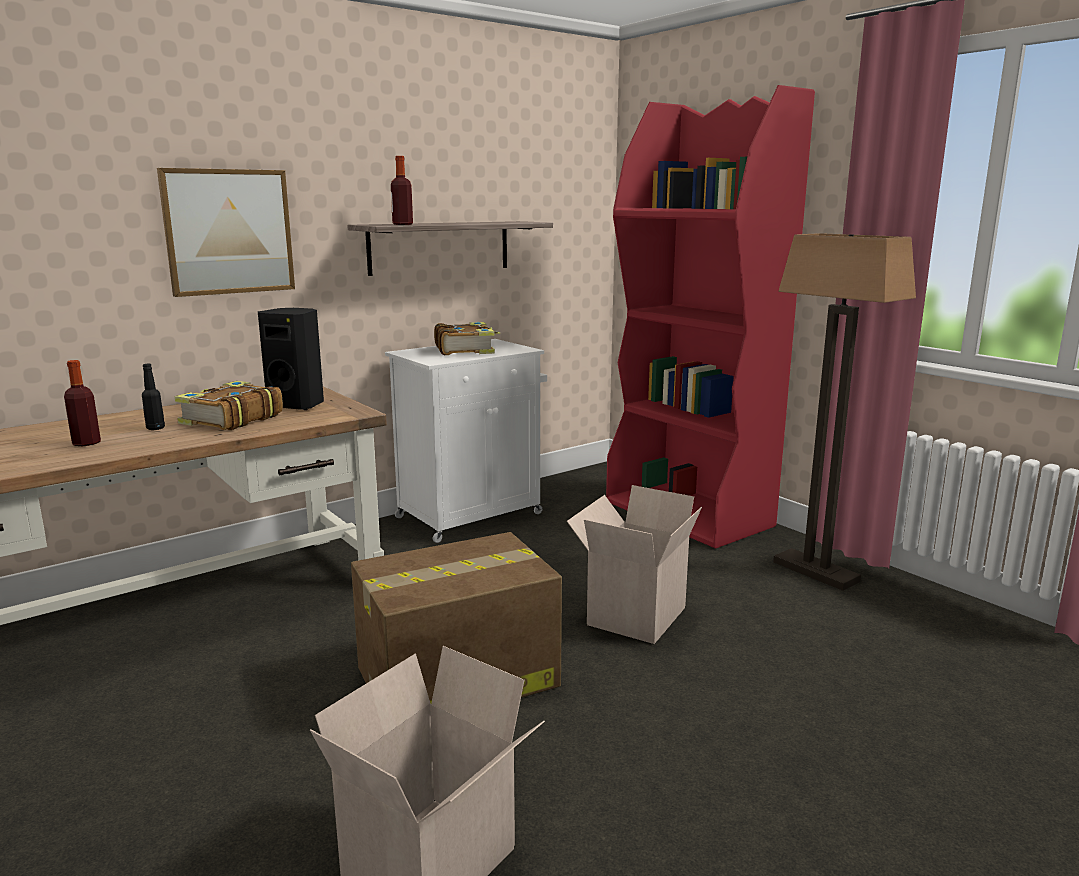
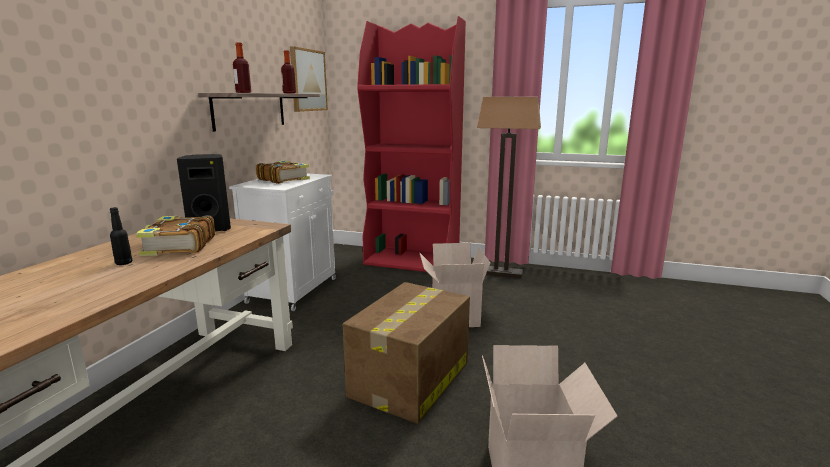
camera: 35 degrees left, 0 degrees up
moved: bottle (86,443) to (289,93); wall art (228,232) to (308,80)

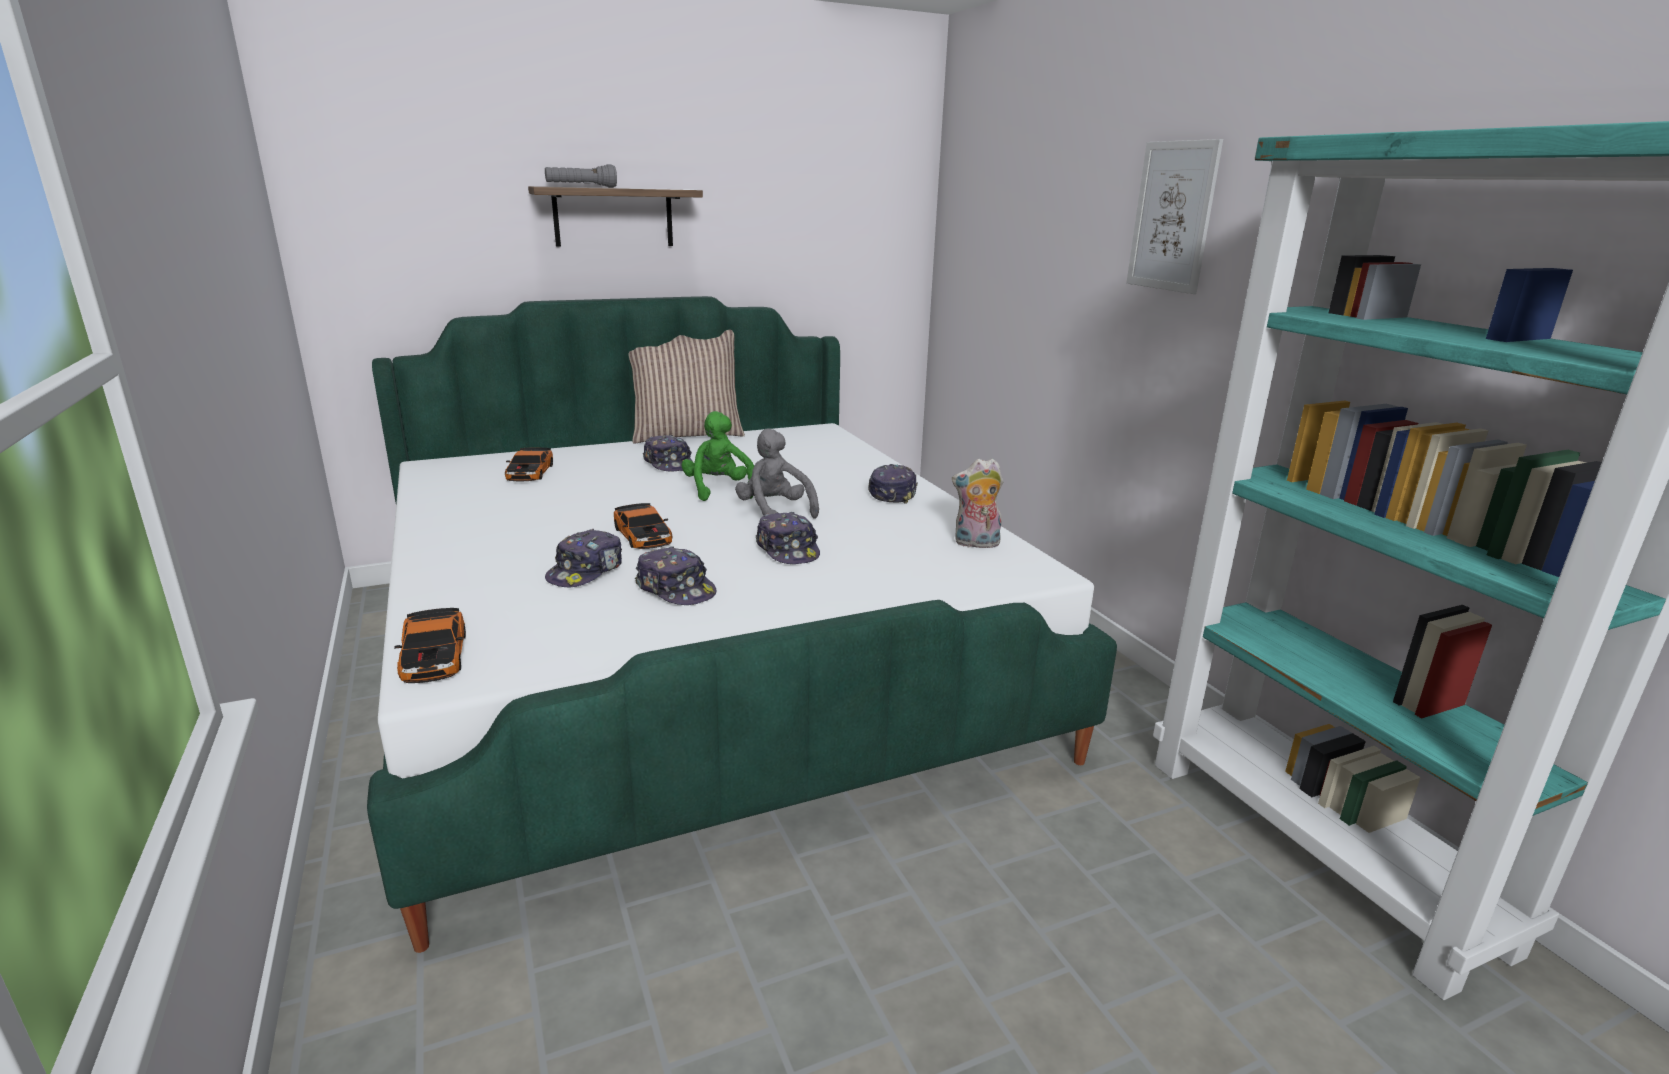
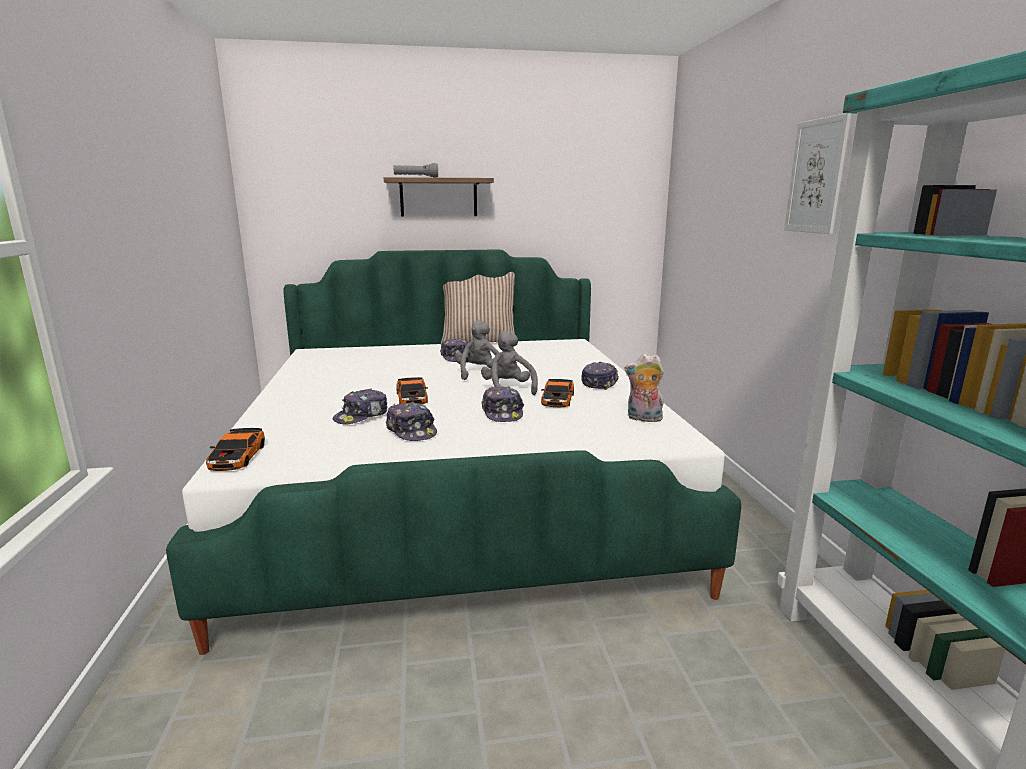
camera: 15 degrees right, 5 degrees down
moved: toy car (530,472) to (558,399)
recoloured: cuddly toy (green-coloured) (719,490) to cuddly toy (grey) (479,374)

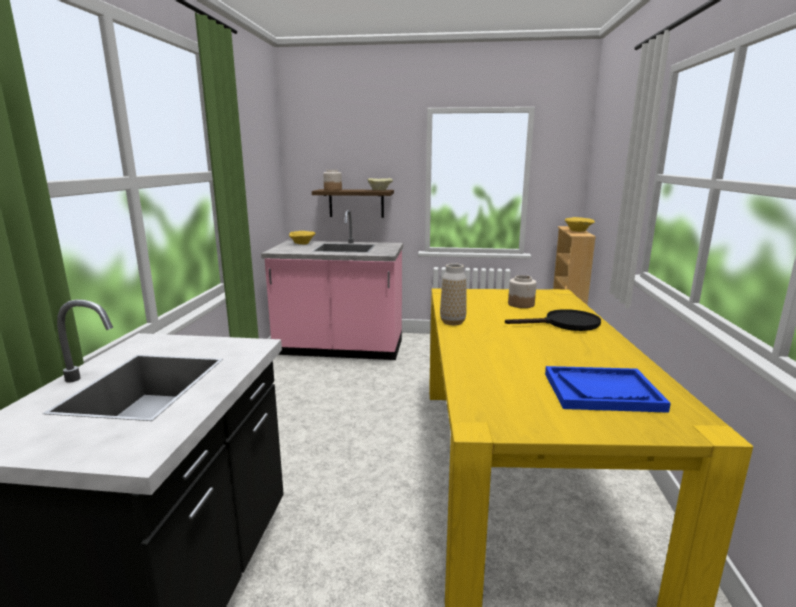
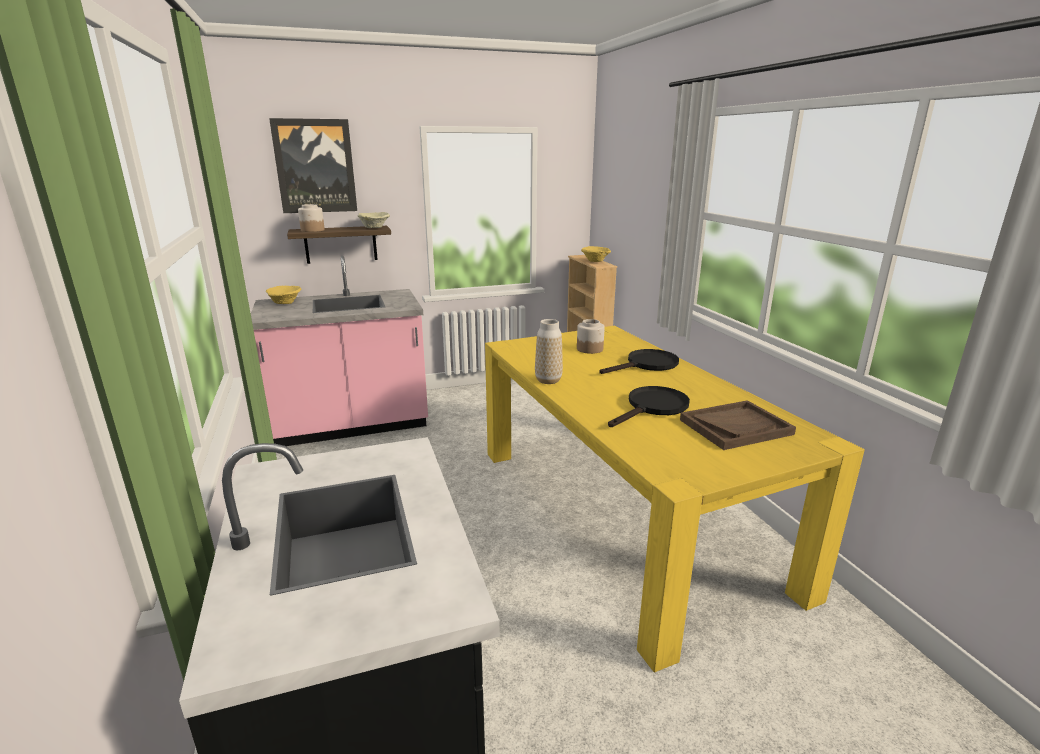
camera: 25 degrees left, 5 degrees up
added: wall art (315,166); skillet (black-coloured) (653,408)
recoloured: tray (blue) (602,391) to tray (brown) (735,427)

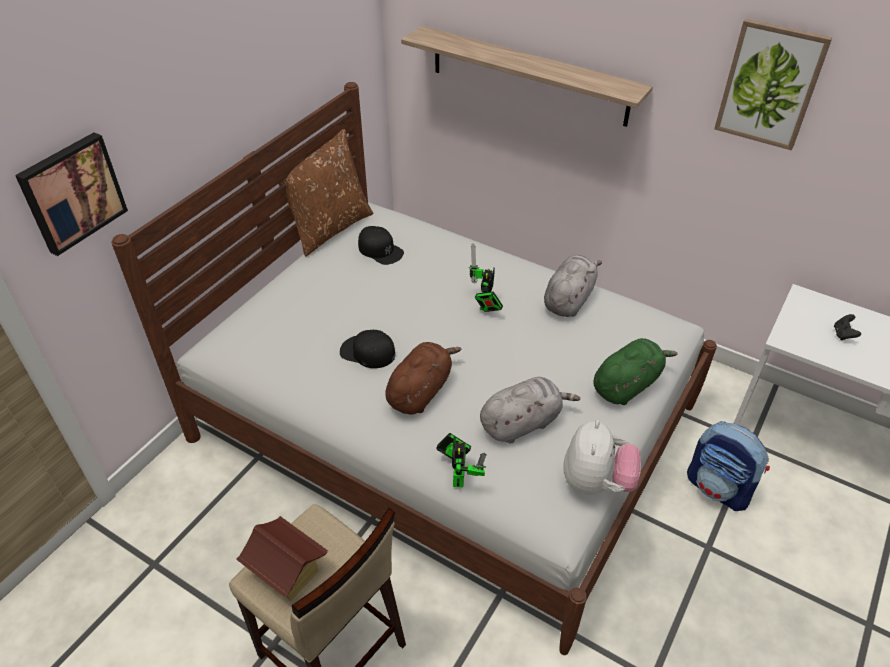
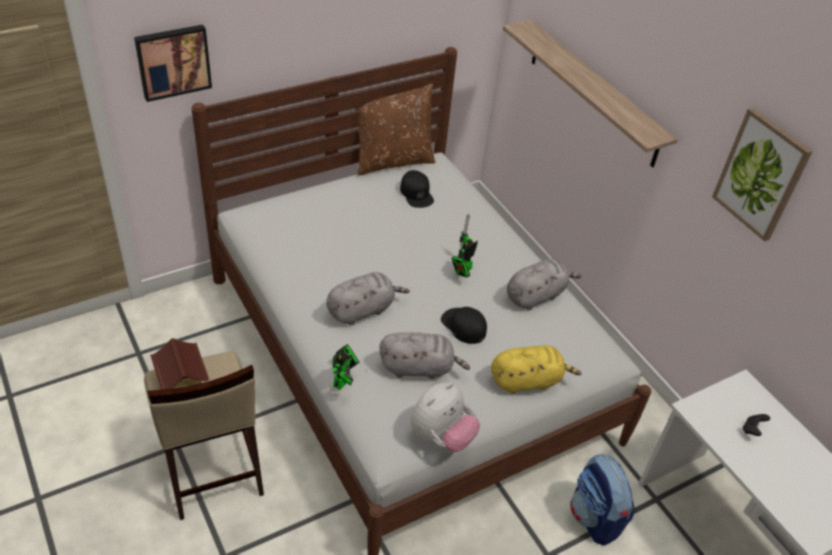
camera: 25 degrees right, 0 degrees up
moved: cap (black-coloured) (367,352) to (463,326)
recoloured: cuddly toy (brown) (420,391) to cuddly toy (grey) (362,310); cuddly toy (green-coloured) (627,384) to cuddly toy (yellow) (527,381)

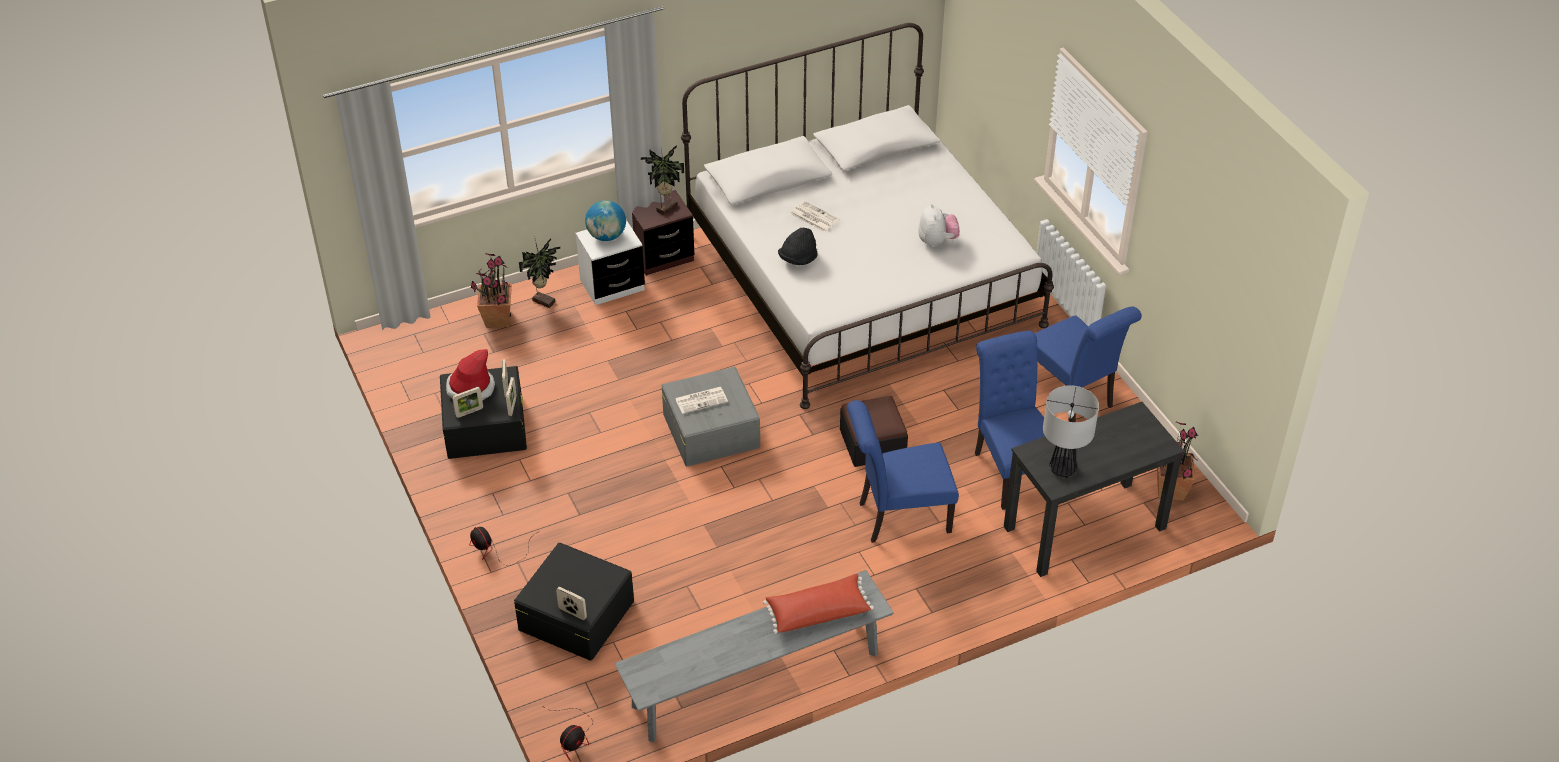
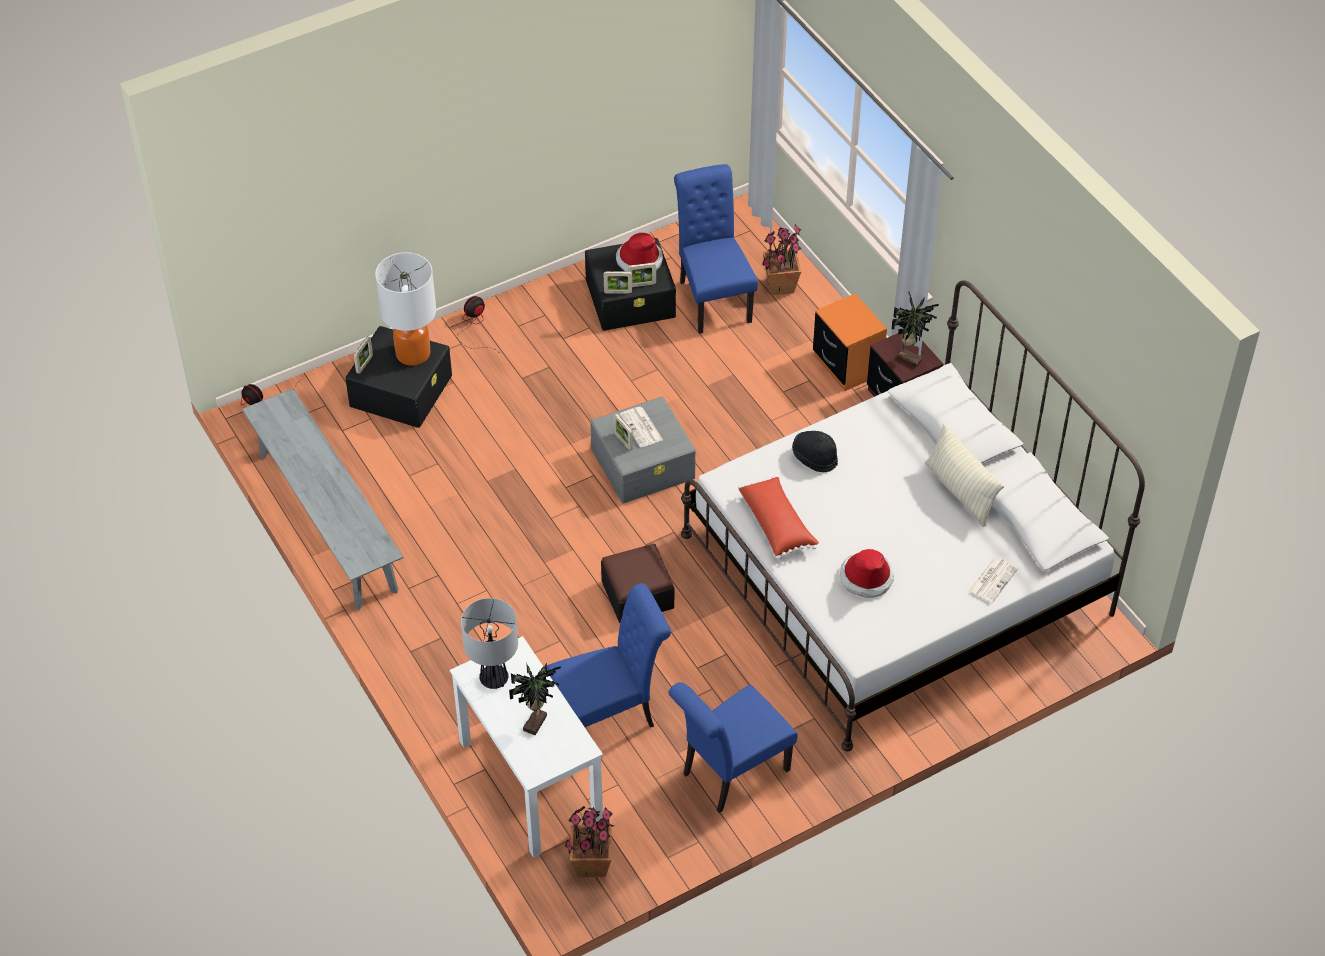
camera: 85 degrees right, 5 degrees up
removed: desk globe (607,236)
added: lamp for a table (413,353); throw pillow (beige-coloured) (960,492)
moved: standing frame (469,412) to (623,441); houseplant (544,300) to (537,723); throw pillow (red) (817,611) to (777,524); newspaper (813,217) to (992,580); plain chair (blue) (898,517) to (712,298)
replaced: cuddly toy (937,241) to clothing hat (866,577)
recoloured: nightstand (white) (612,285) to nightstand (orange-coloured) (847,365); desk table (black-coloured) (1084,528) to desk table (white) (530,781)

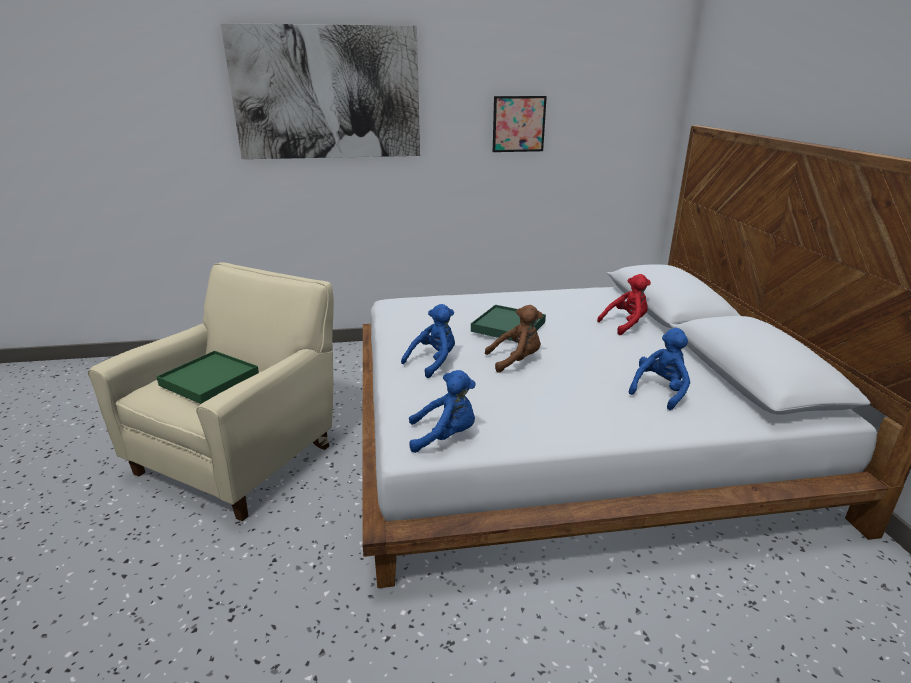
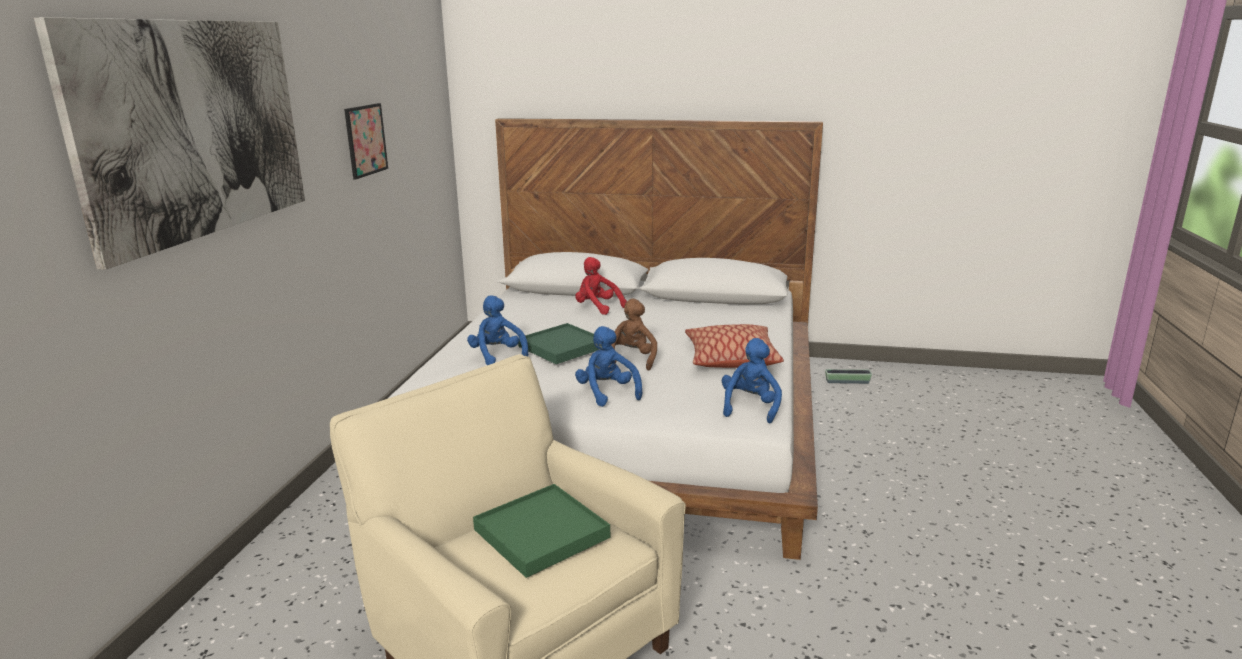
camera: 70 degrees left, 5 degrees down
added: throw pillow (731,358); flower pot (847,382)
moved: cuddly toy (blue) (660,391) to (497,356)
turned: cuddly toy (red) (625,324) = (597,308) 45 degrees counterclockwise

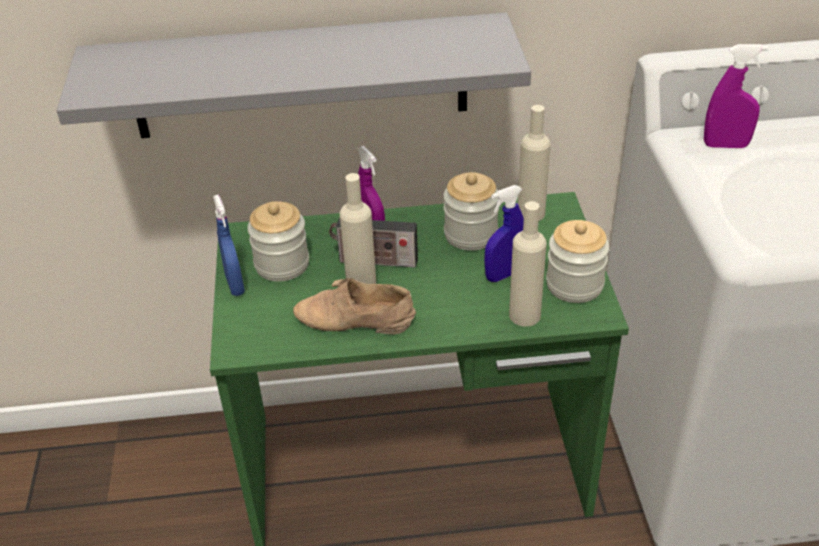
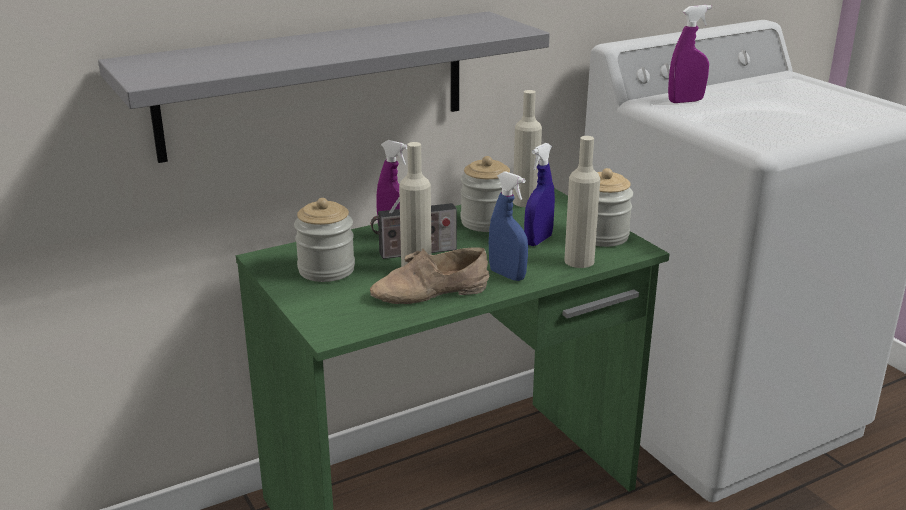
camera: 25 degrees left, 15 degrees down
moved: spray bottle (blue) (235,285) to (507,275)

